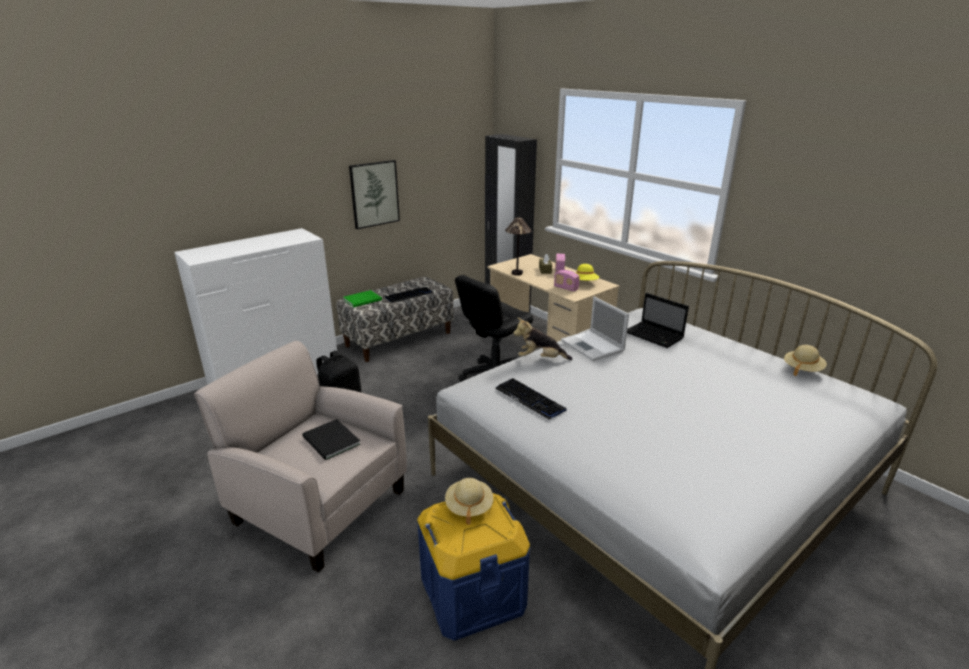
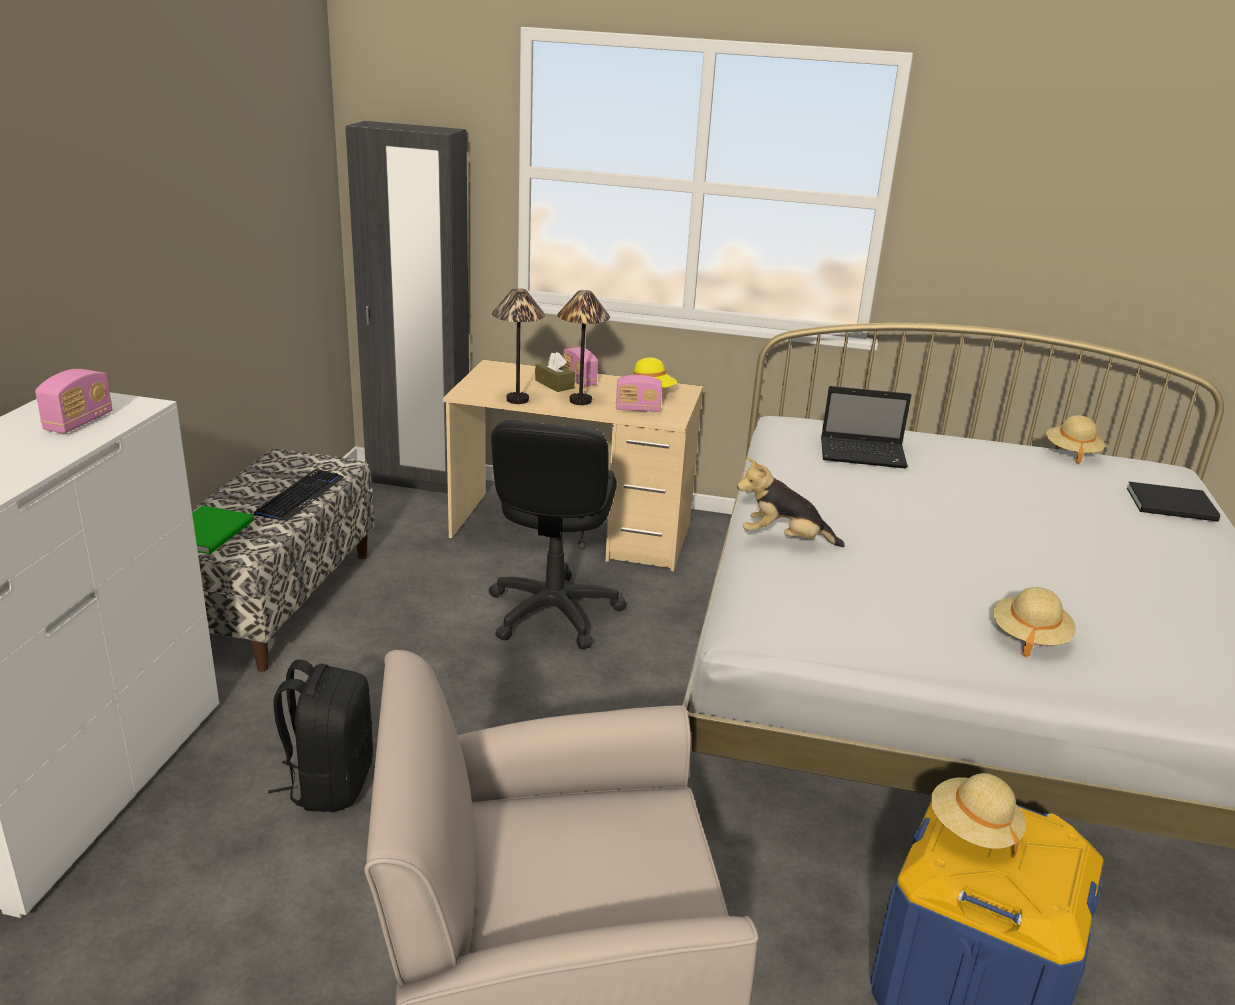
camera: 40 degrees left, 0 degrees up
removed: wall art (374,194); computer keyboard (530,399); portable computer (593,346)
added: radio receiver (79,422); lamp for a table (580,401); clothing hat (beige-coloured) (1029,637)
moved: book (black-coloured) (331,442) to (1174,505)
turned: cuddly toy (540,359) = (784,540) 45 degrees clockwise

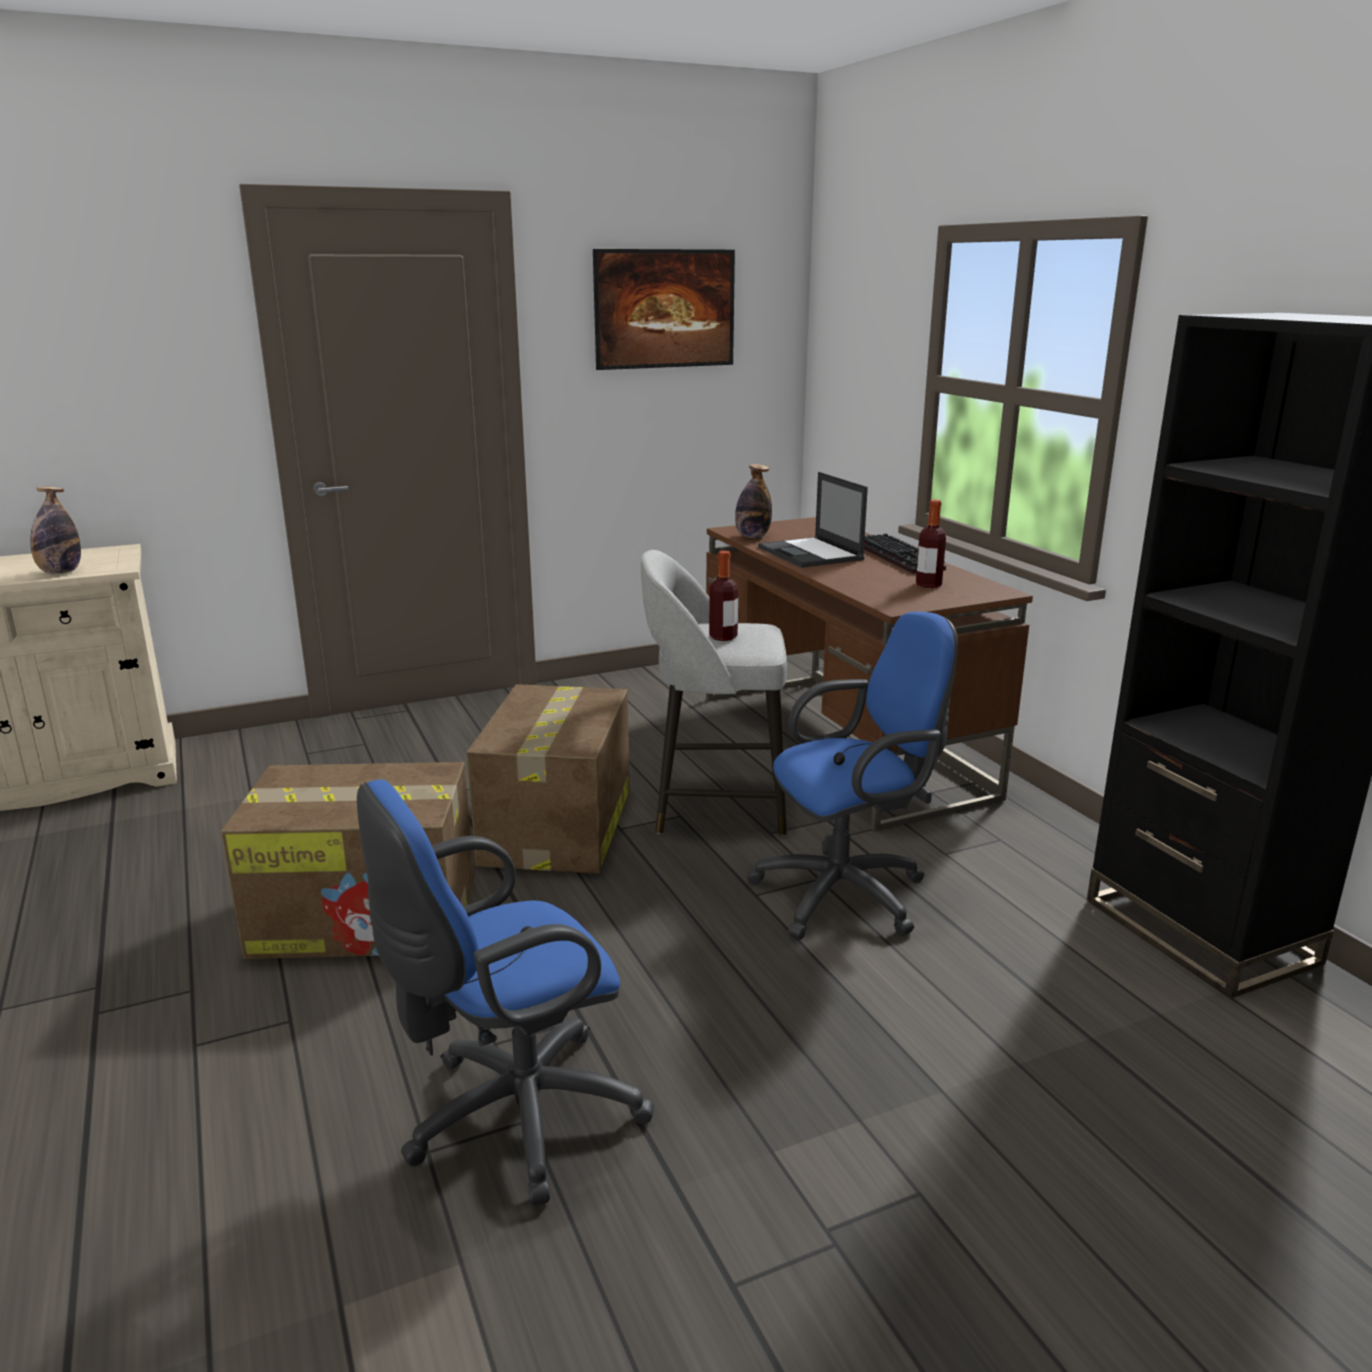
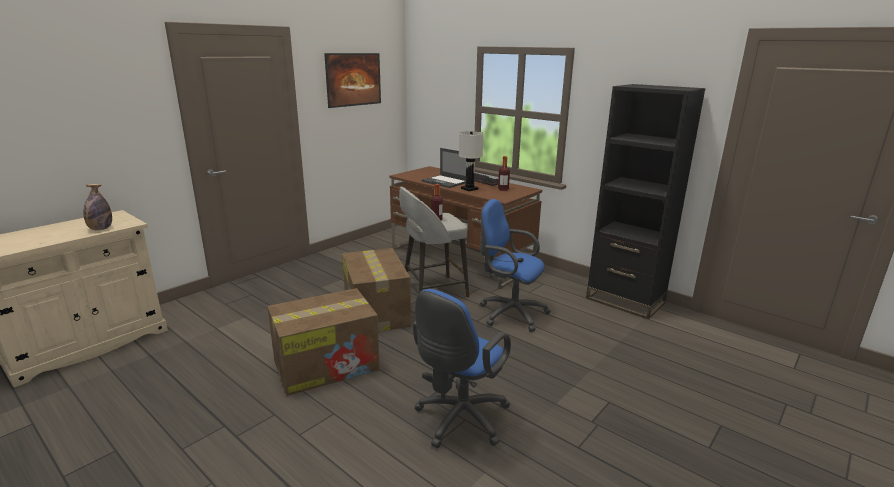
camera: 25 degrees left, 0 degrees up
removed: bottle (752,536)
added: lamp for a table (white) (469,189)
turned: desk chair (blue) (849,894) = (509,313) 105 degrees counterclockwise

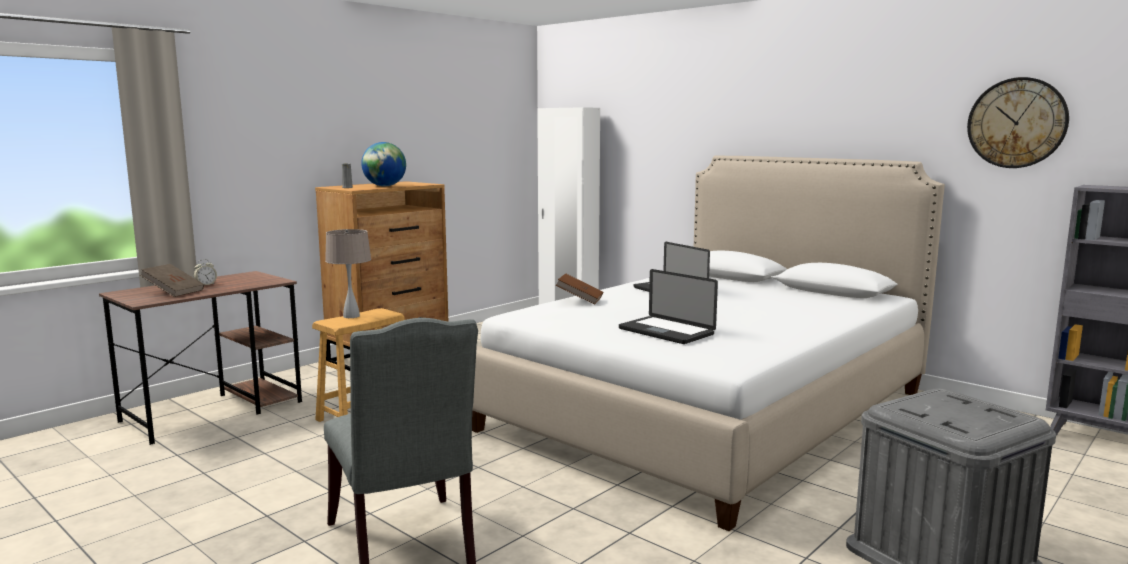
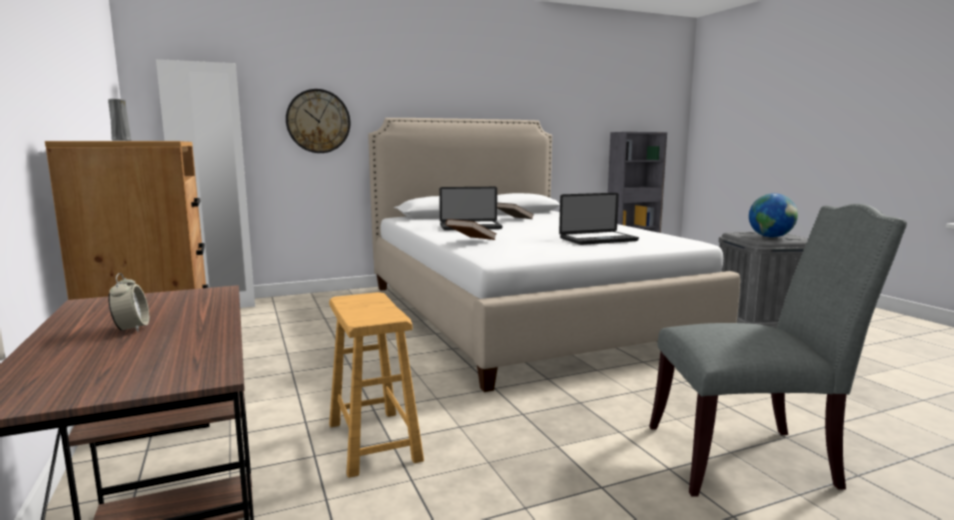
camera: 65 degrees left, 0 degrees up
removed: lamp for a table (beige-coloured) (351,316)
moved: book (brown) (173,292) to (514,219); desk globe (385,186) to (770,237); clock on the wall (1017,123) to (318,121)

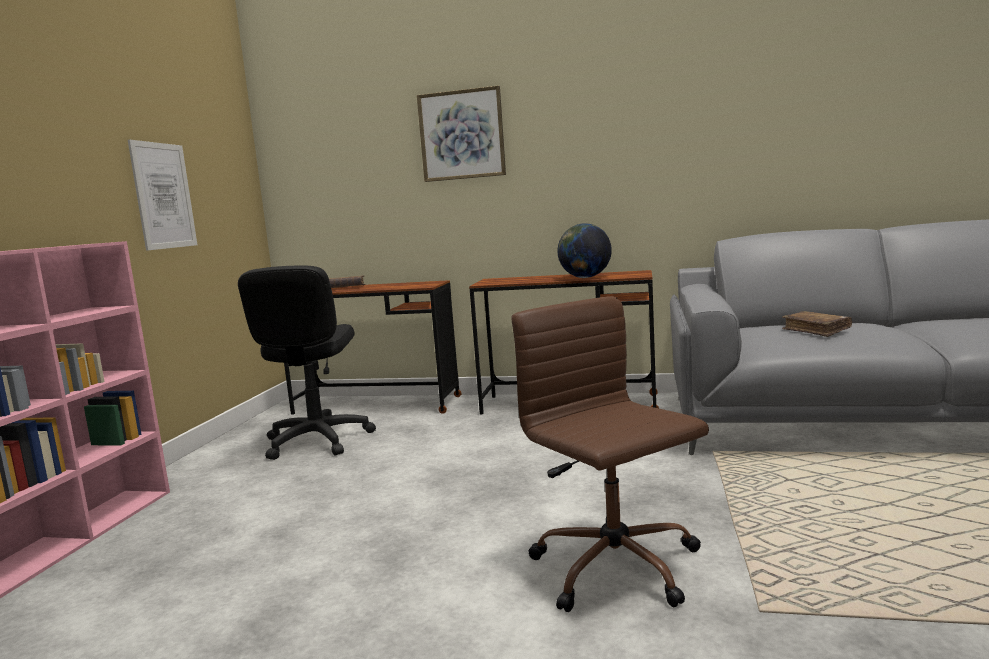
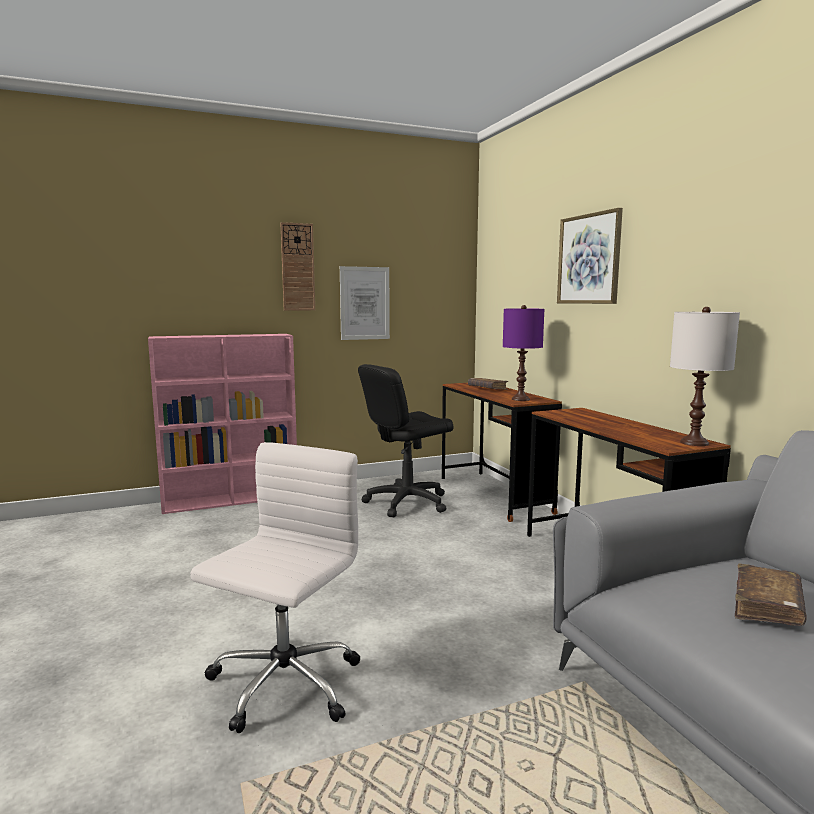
camera: 55 degrees right, 0 degrees up
removed: desk globe (585,277)
added: clock on the wall (298,267); lamp for a table (purple) (520,399); lamp for a table (white) (693,443)
recoloured: desk chair (brown) (617,569) to desk chair (white) (282,685)

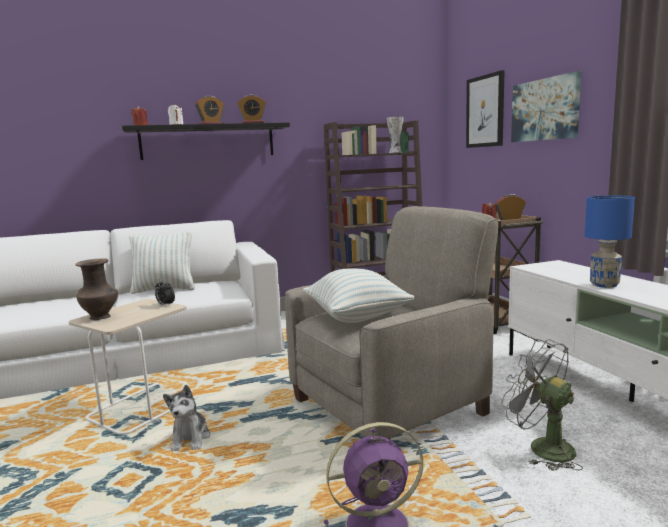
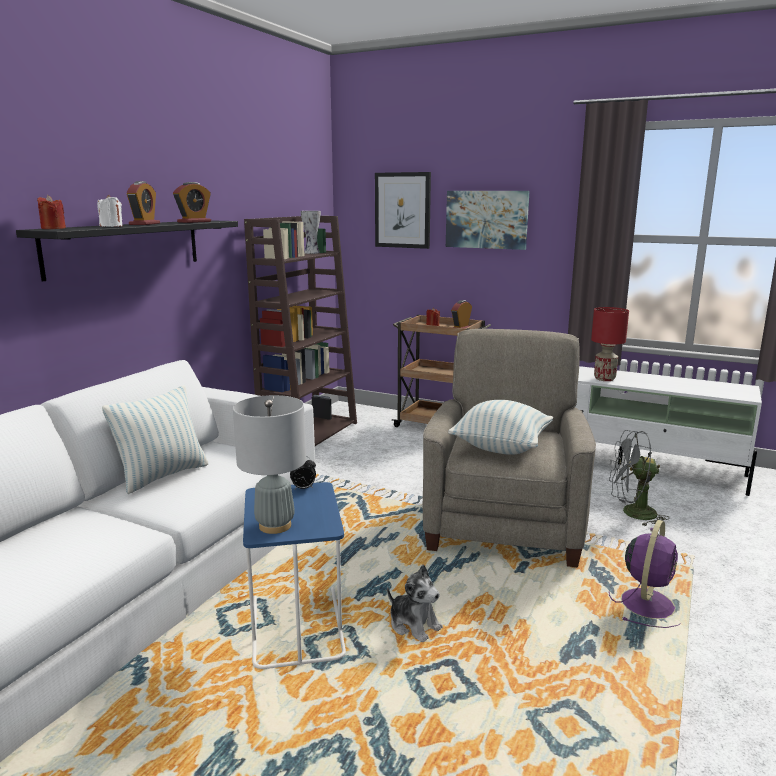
camera: 45 degrees left, 5 degrees up
replaced: flower vase (brown) (101,317) to lamp for a table (grey) (275,525)
recoloured: accent table (beige-coloured) (142,407) to accent table (blue) (295,626); lamp for a table (blue) (604,285) to lamp for a table (red) (604,379)

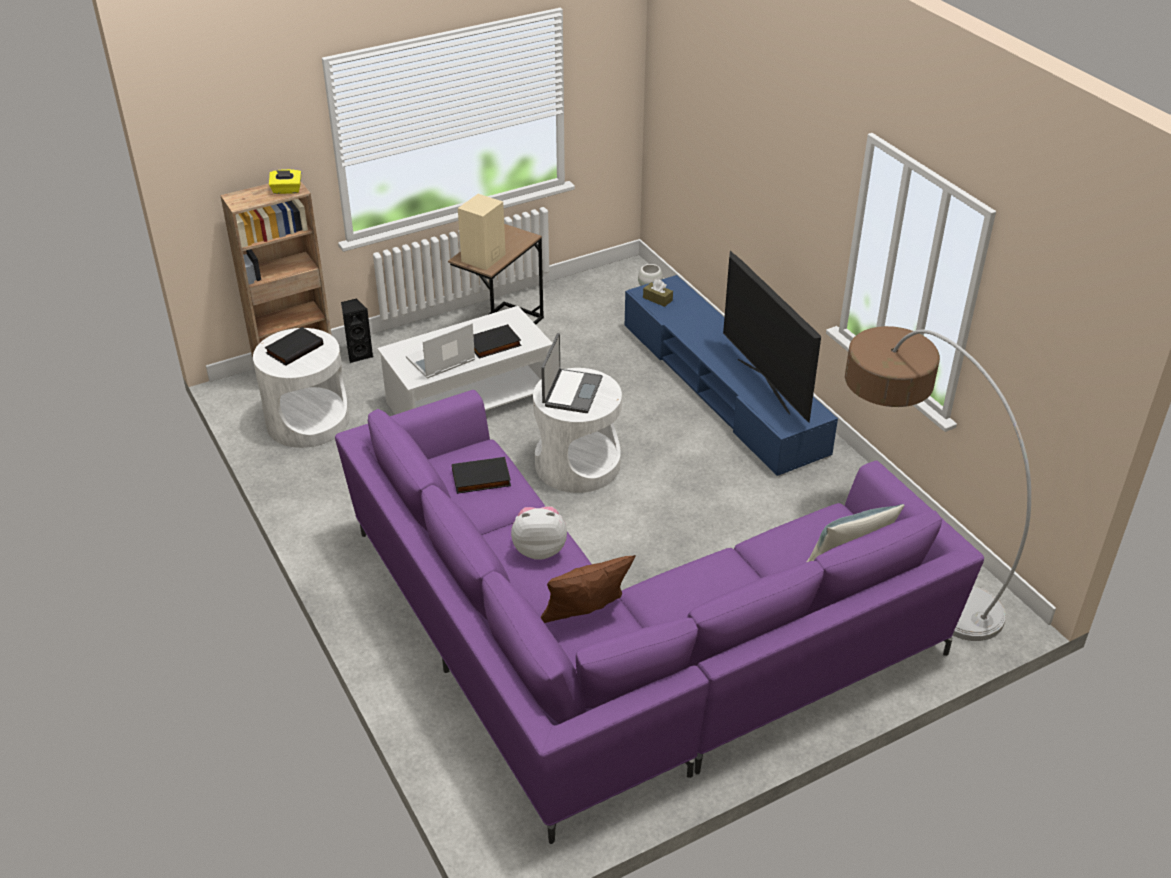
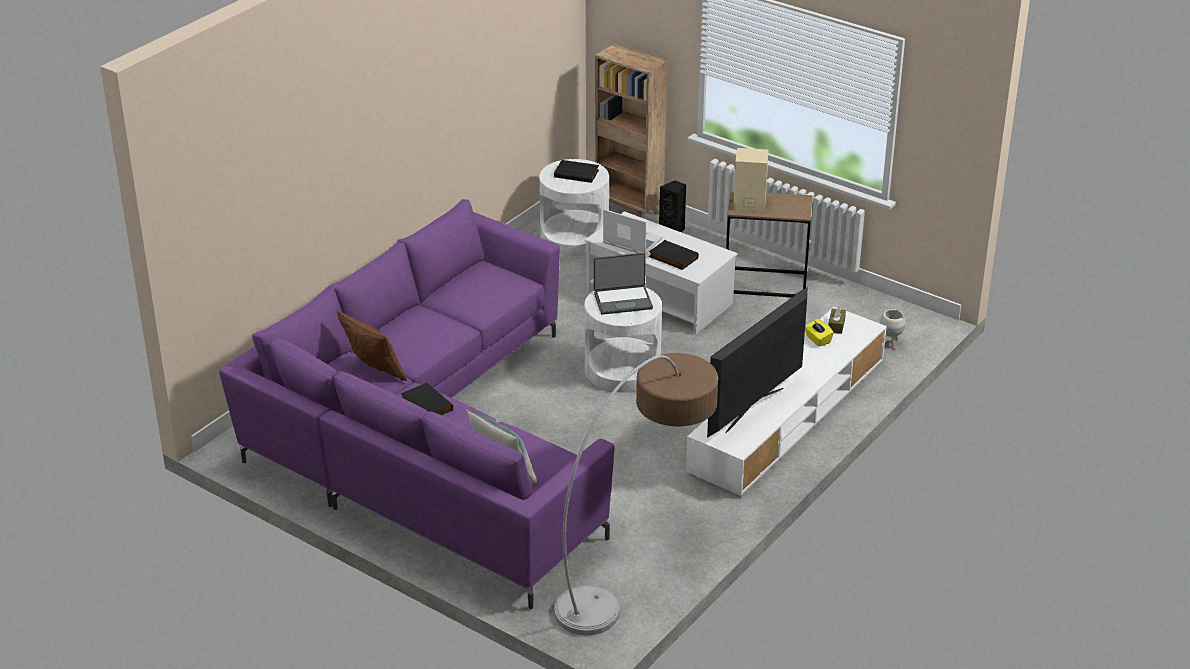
camera: 65 degrees right, 5 degrees down
removed: cuddly toy (539,549)
moved: tissue holder (yellow) (286,190) to (817,339); book (black-coloured) (481,479) to (425,405)
recoloured: media console (blue) (722,388) to media console (white) (787,416)

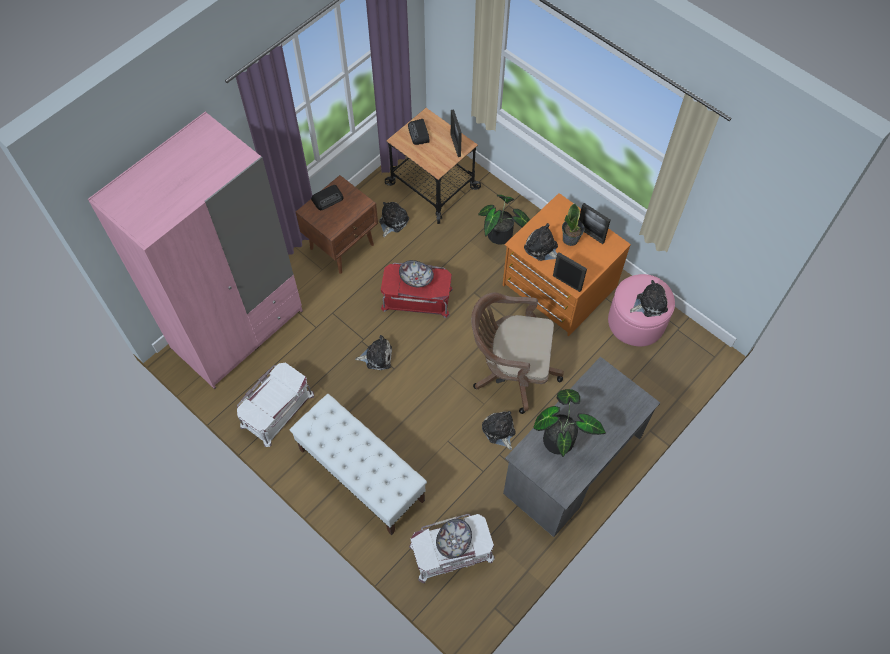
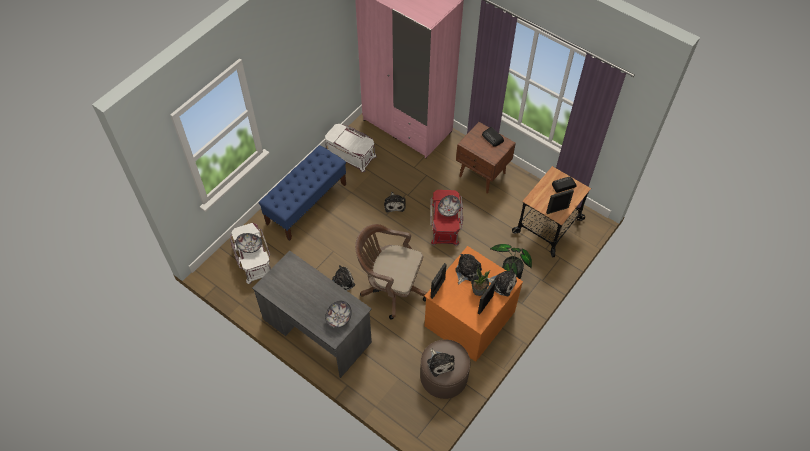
camera: 85 degrees right, 5 degrees down
removed: houseplant (561,437)
added: bowl (338,318)
moved: cuddly toy (392,221) to (502,284)
recoloured: bench (white) (361,475) to bench (blue) (306,203); pouffe (pinkish) (636,321) to pouffe (brown) (443,376)
turned: desk chair (brown) (511,371) = (390,287) 75 degrees counterclockwise

